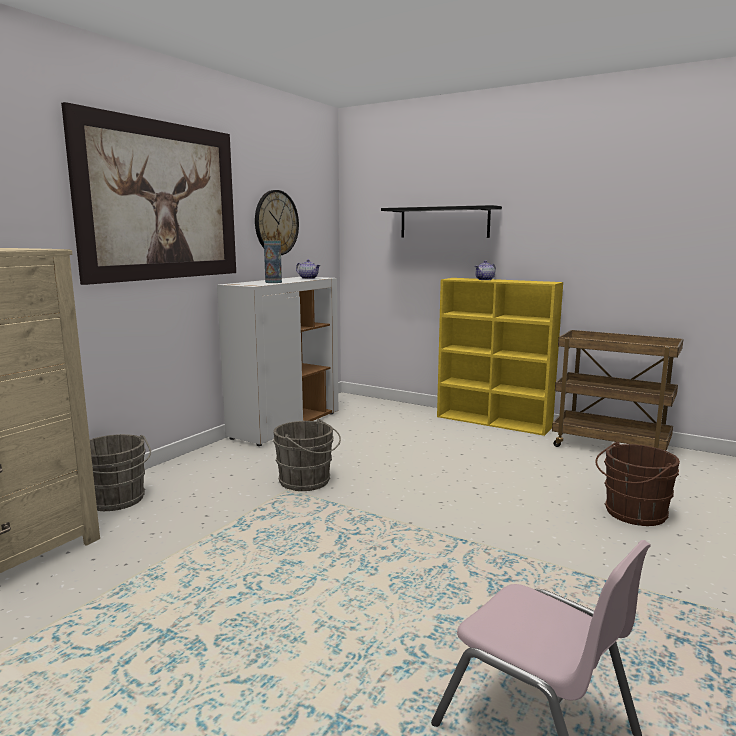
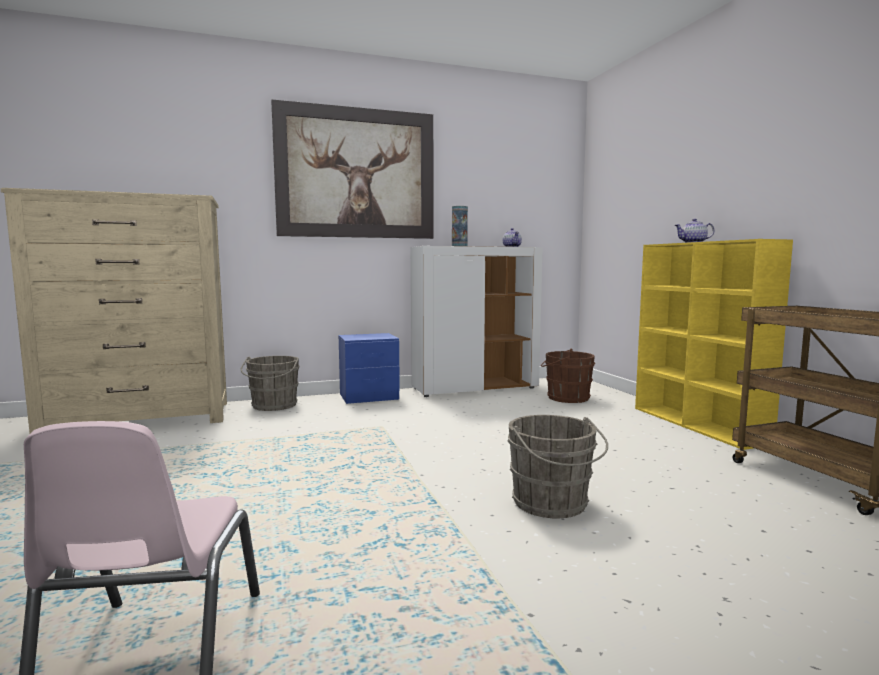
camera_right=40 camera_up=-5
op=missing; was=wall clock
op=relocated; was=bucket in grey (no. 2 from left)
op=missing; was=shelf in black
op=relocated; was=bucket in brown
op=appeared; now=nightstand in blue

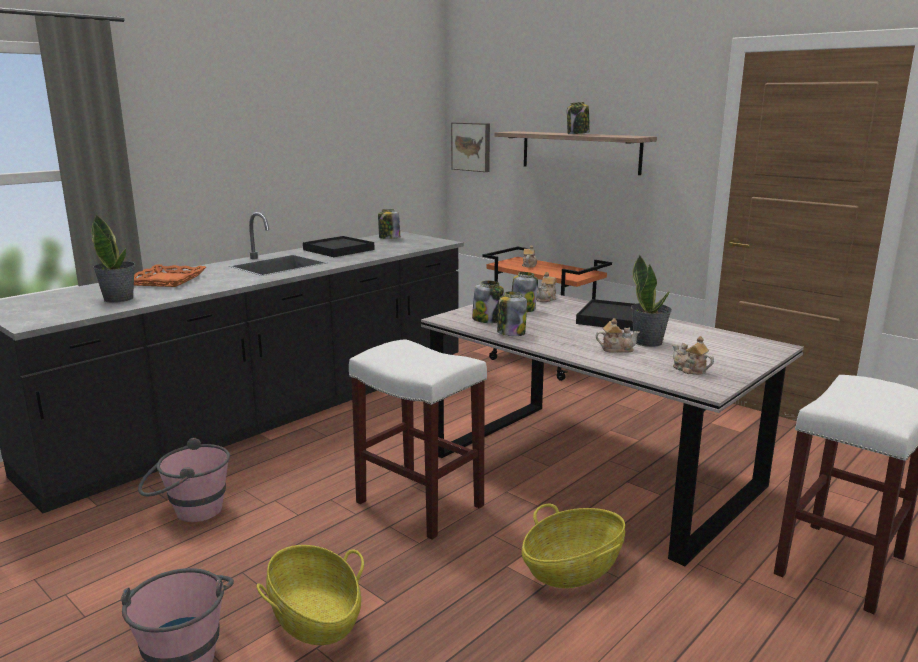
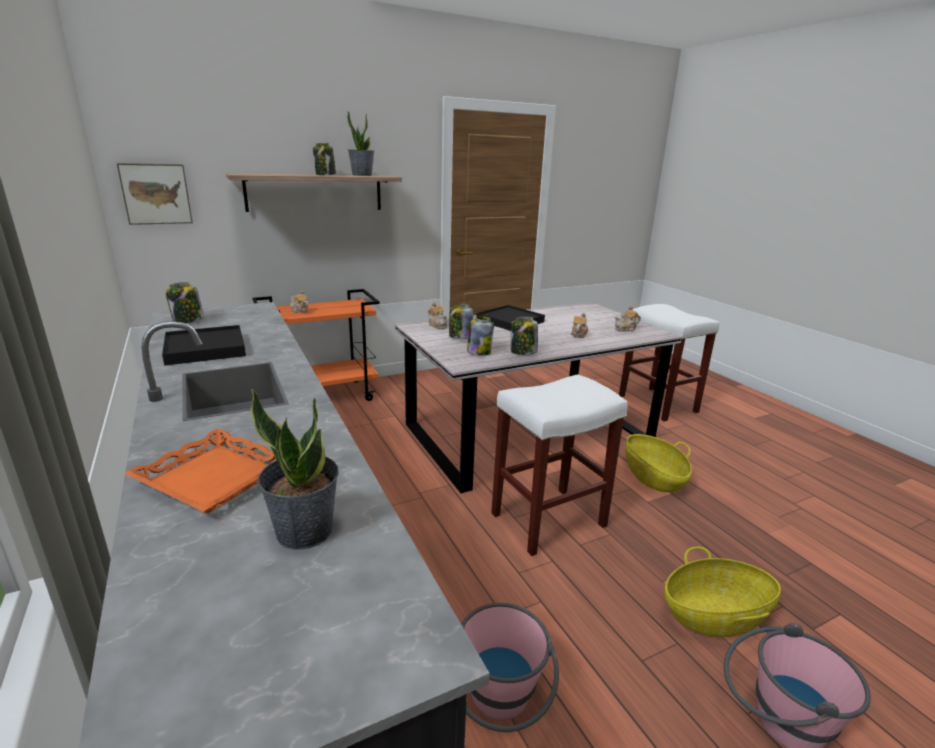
camera_right=-70 camera_up=5
op=relocated; was=potted plant (no. 2 from left)

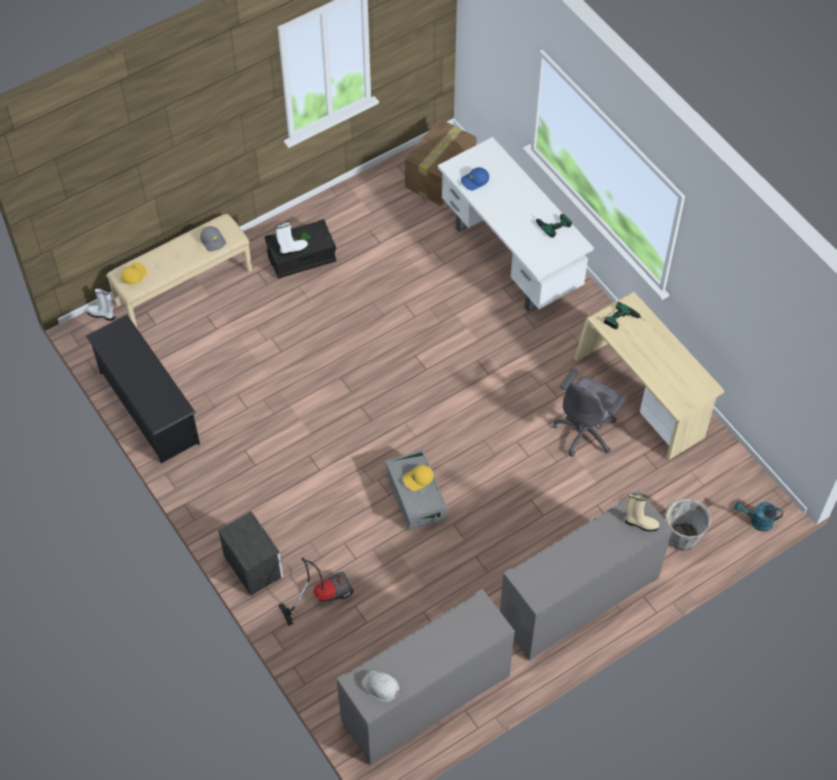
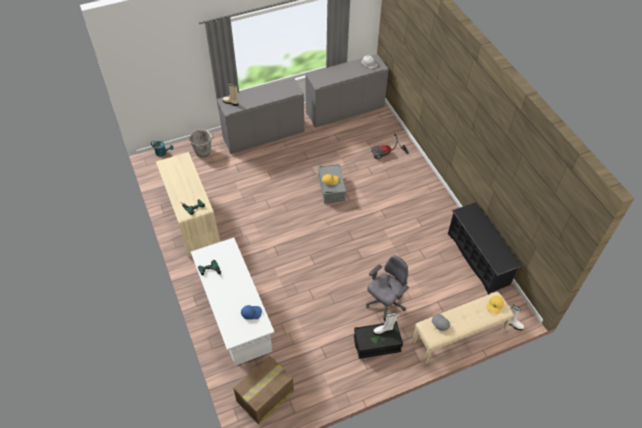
camera_right=-170 camera_up=-5
op=missing; was=nightstand
op=relocated; was=office chair in grey

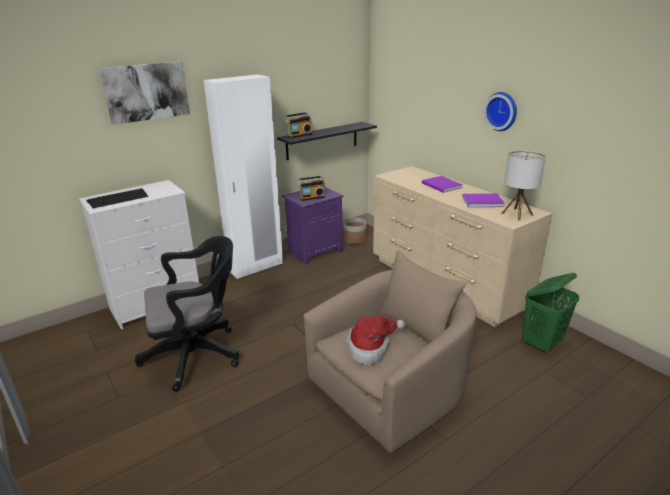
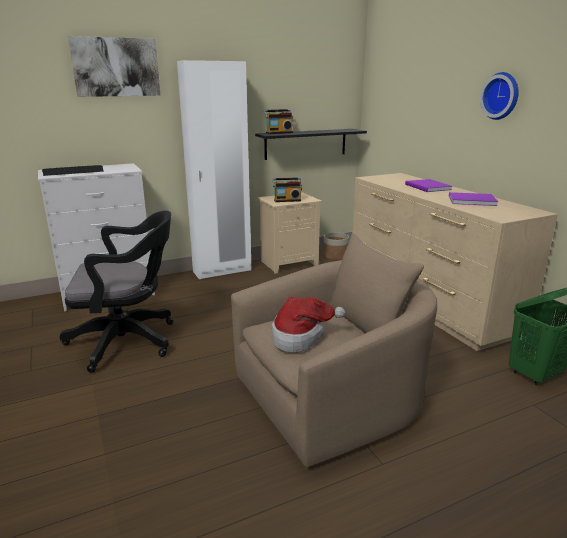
camera_right=10 camera_up=-5
op=colour; was=nightstand in purple; now=nightstand in beige
op=missing; was=table lamp

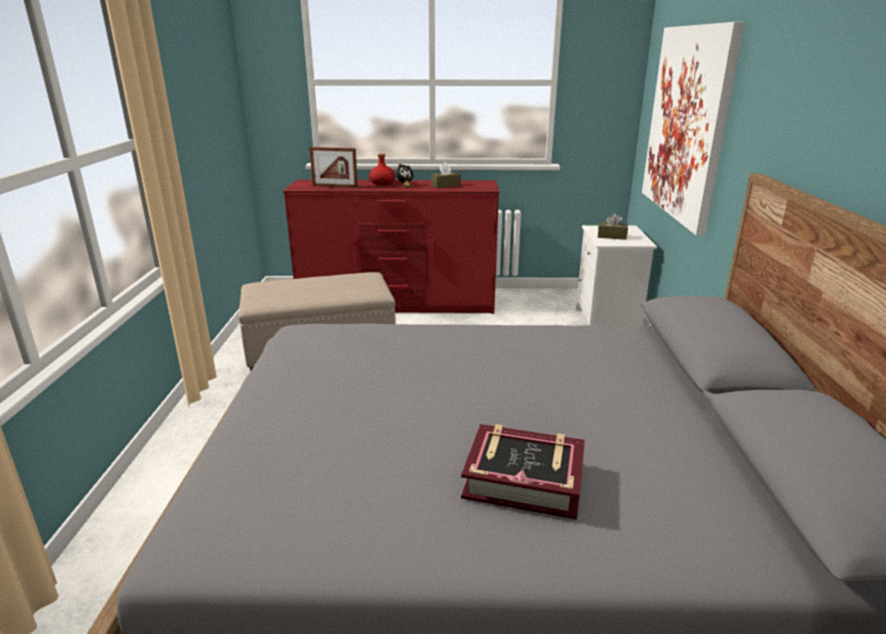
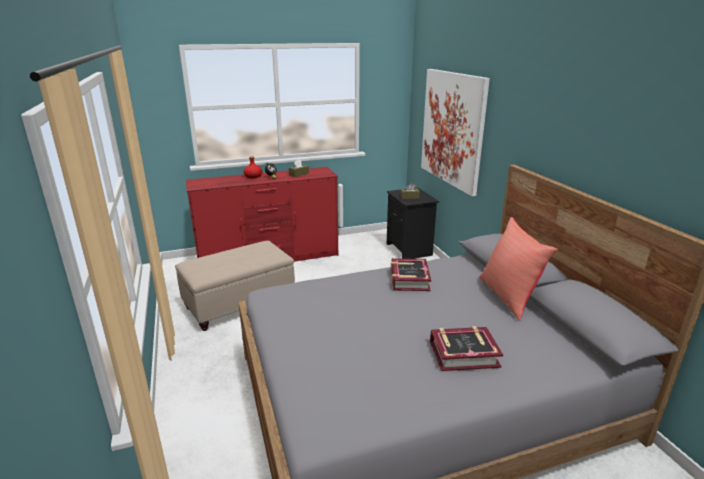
camera_right=-20 camera_up=0
op=missing; was=picture frame
op=colour; was=nightstand in white; now=nightstand in black
op=appeared; now=book (no. 1 from left)
op=appeared; now=pillow in red

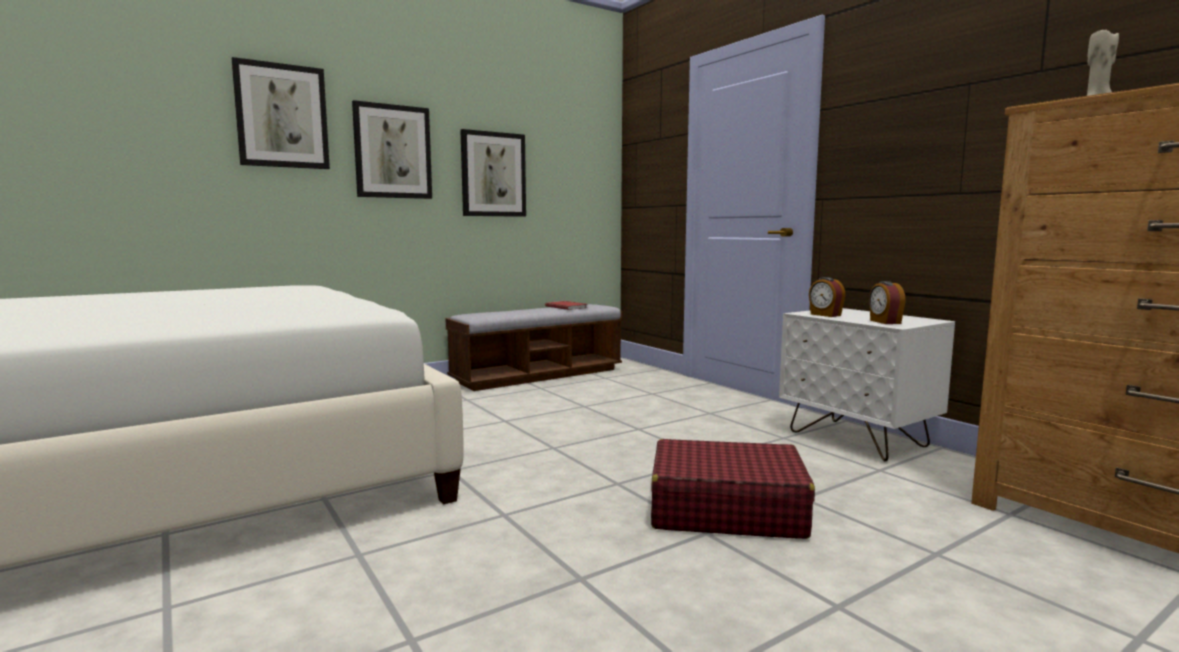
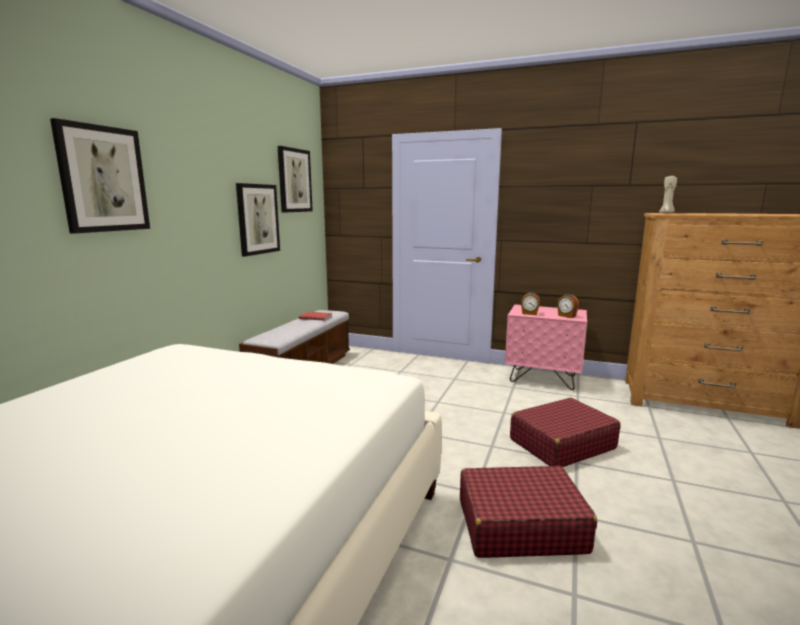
camera_right=-35 camera_up=5
op=relocated; was=picture (no. 2 from left in the first image); now=picture (no. 3 from left)
op=colour; was=nightstand in white; now=nightstand in pink
op=appeared; now=suitcase in red (no. 1 from left)

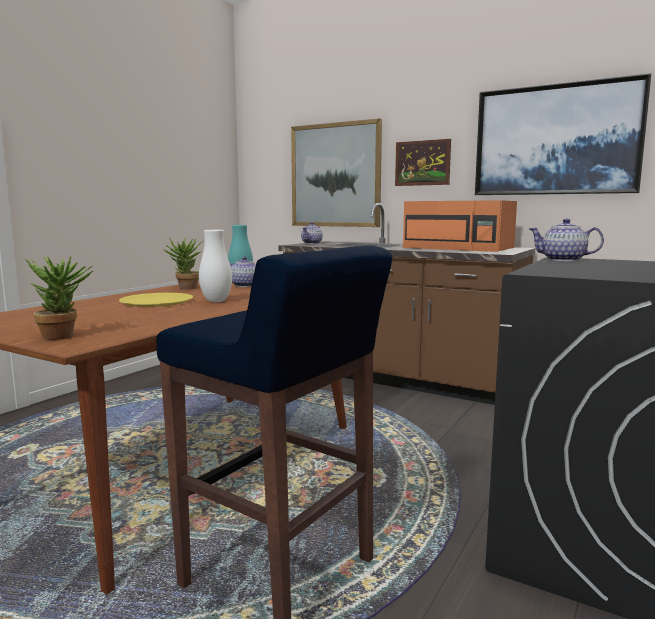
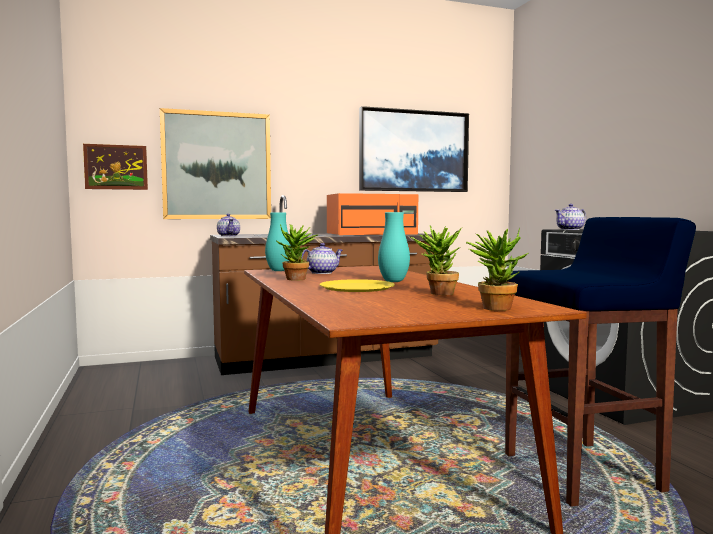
camera_right=-50 camera_up=-5
op=colour; was=vase in white; now=vase in turquoise (no. 2 from left)
op=relocated; was=picture (no. 2 from left in the first image); now=picture (no. 1 from left)
op=appeared; now=potted plant (no. 2 from left)

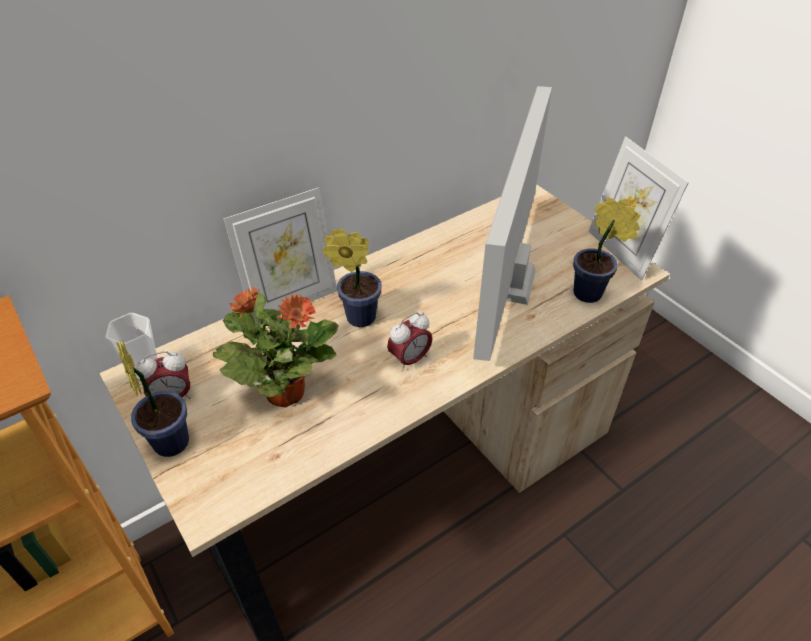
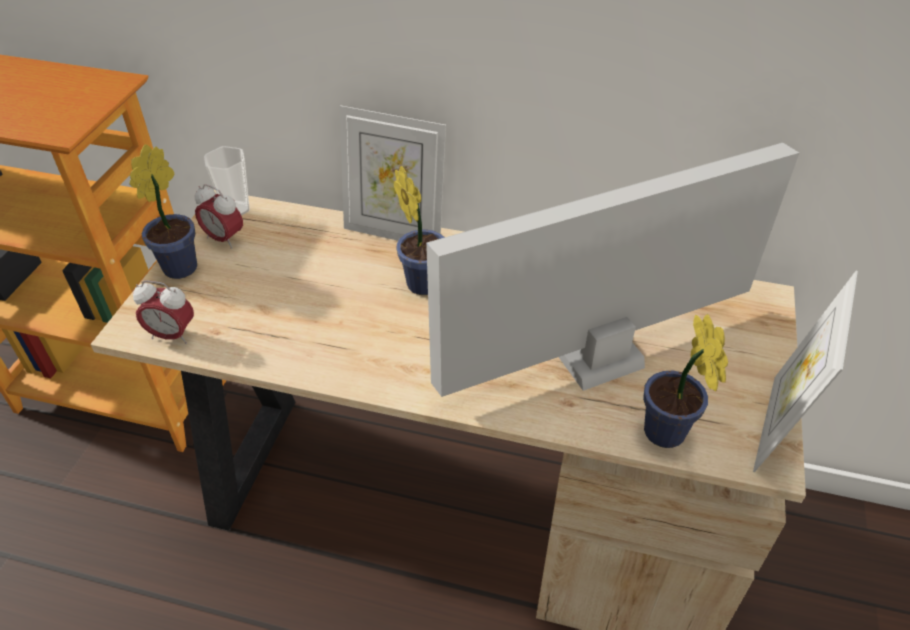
camera_right=50 camera_up=0
op=missing; was=potted plant (no. 2 from left)
op=relocated; was=alarm clock (no. 2 from left in the first image); now=alarm clock (no. 1 from left)

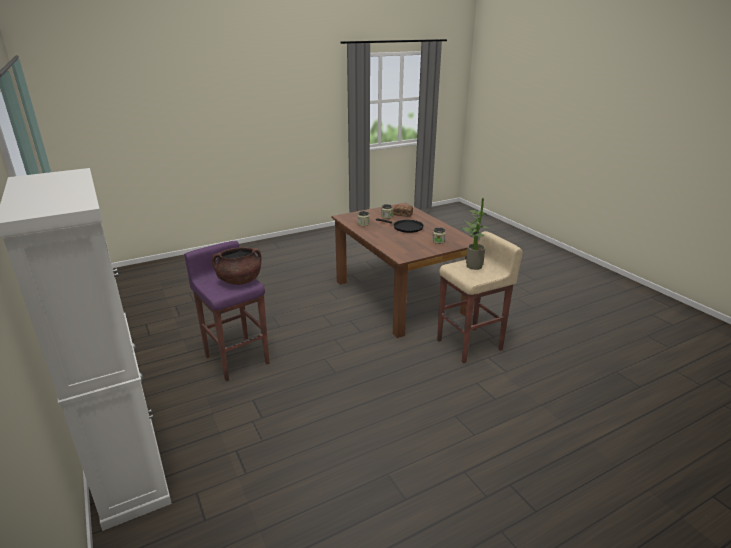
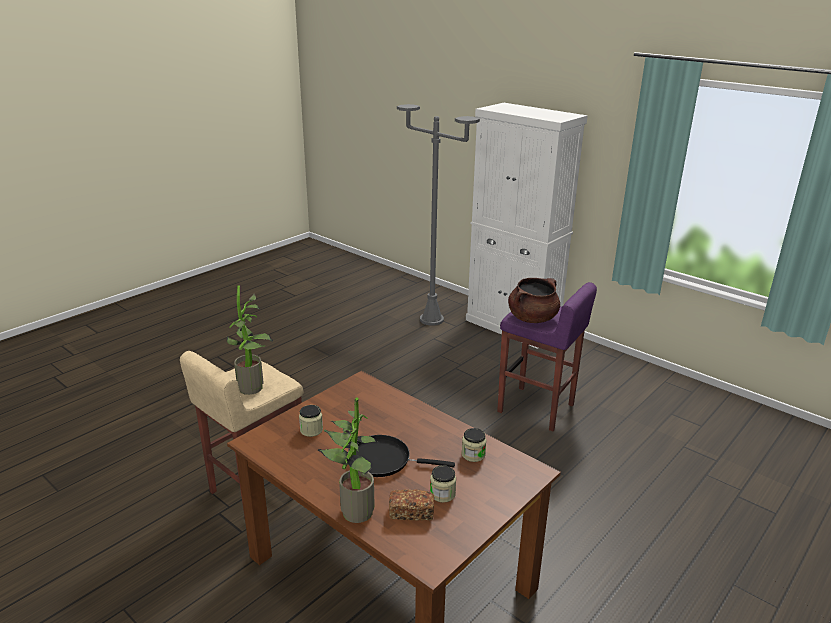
camera_right=160 camera_up=0
op=appeared; now=potted plant (no. 2 from left)
op=appeared; now=floor lamp in grey

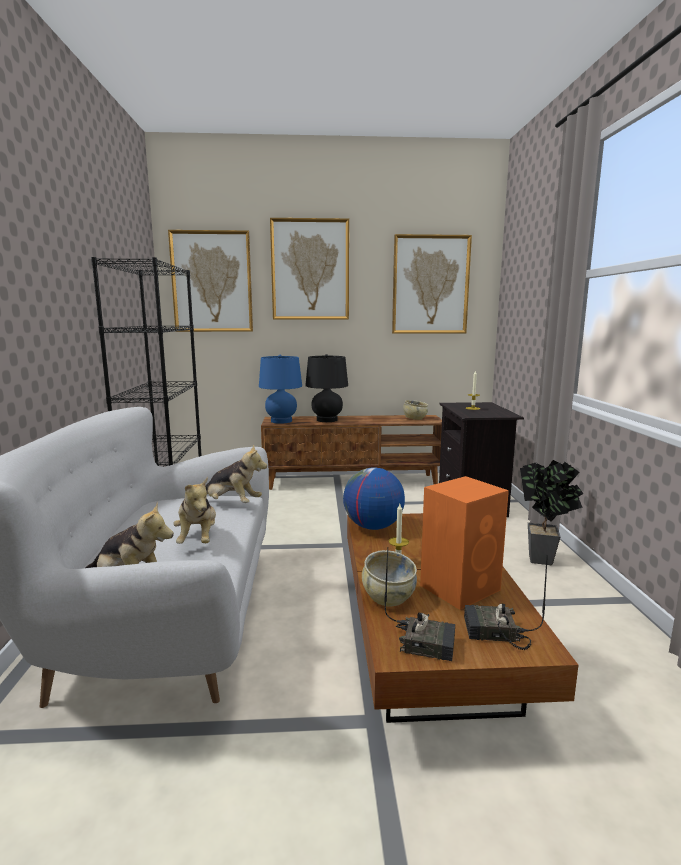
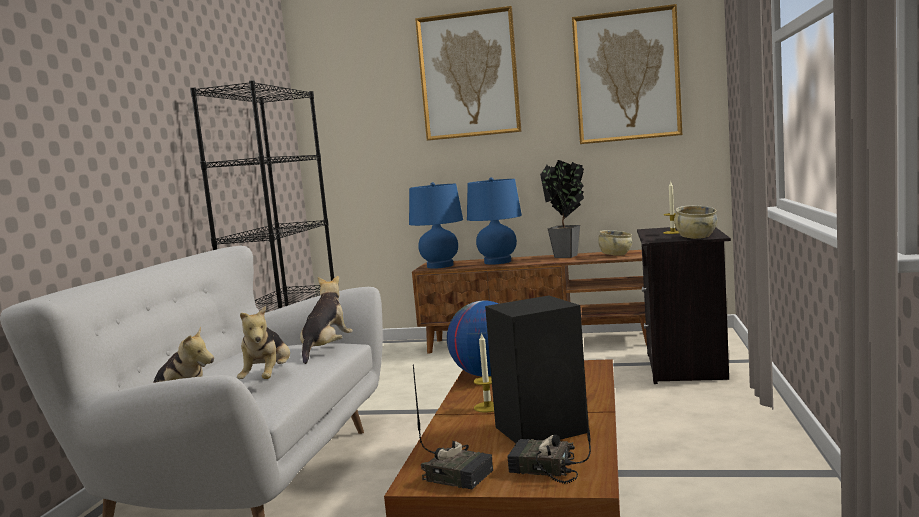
camera_right=15 camera_up=-5
op=missing; was=picture (no. 1 from left)
op=spun; was=plush toy (no. 3 from left); clockwise=-105
op=colour; was=table lamp in black; now=table lamp in blue (no. 2 from left)
op=relocated; was=bowl in beige (no. 1 from left in the first image); now=bowl in beige (no. 2 from left)
op=colour; was=speaker in orange; now=speaker in black
op=relocated; was=potted plant

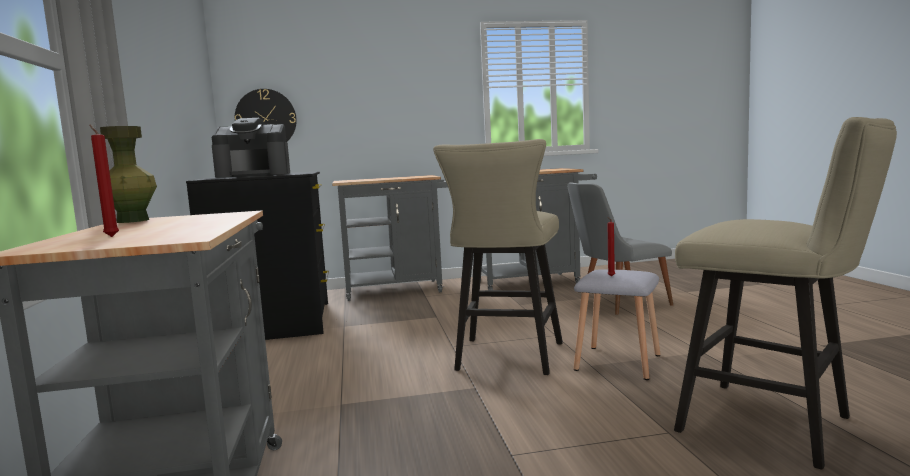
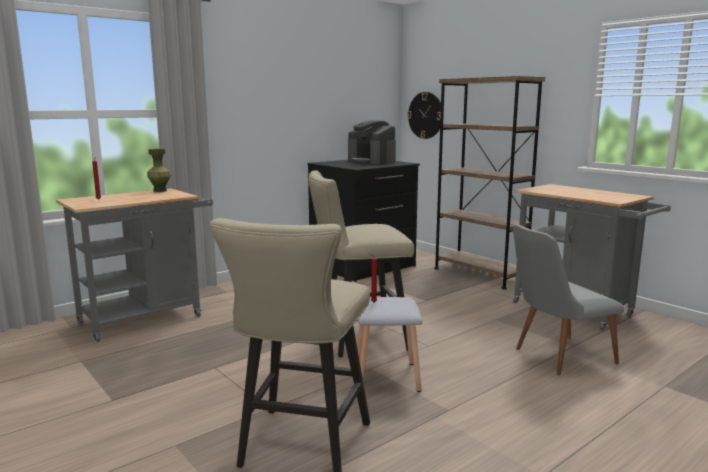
camera_right=60 camera_up=5
op=exchanged; was=cart in grey (no. 2 from left); now=bookcase in brown
op=spun; was=chair in grey; clockwise=-60

